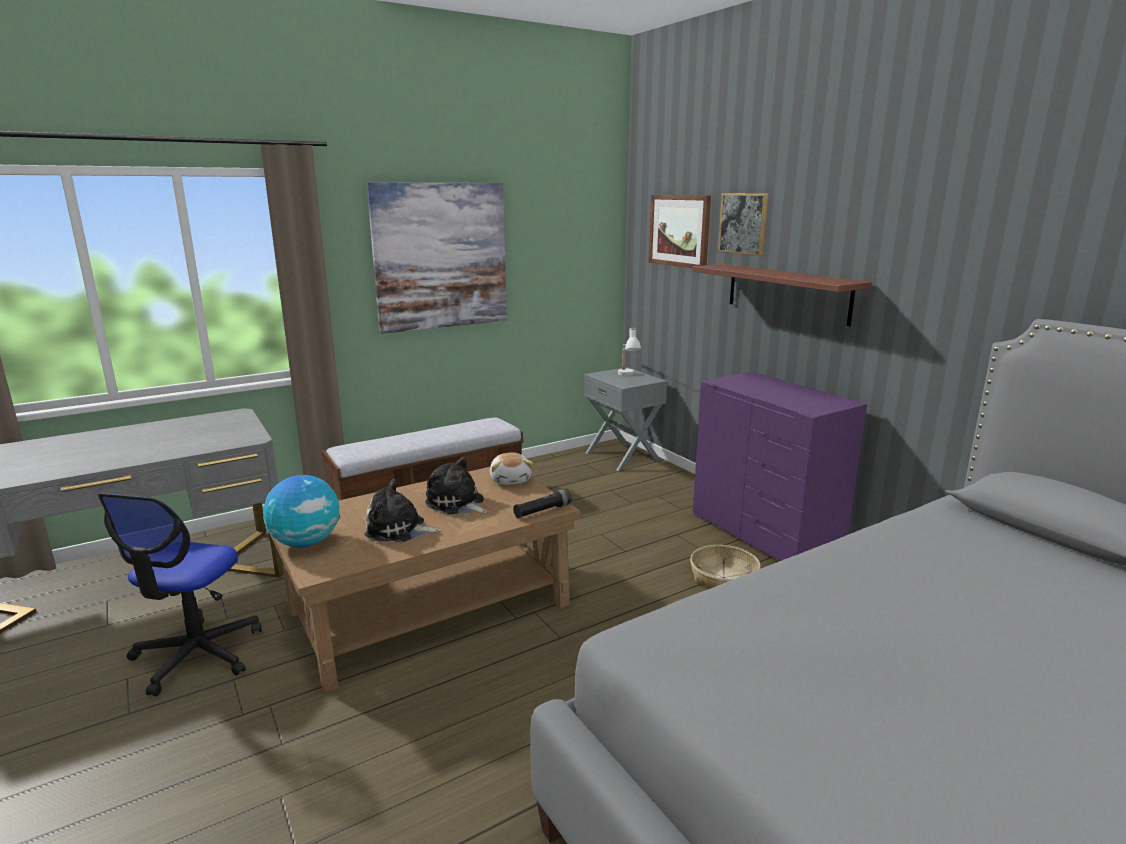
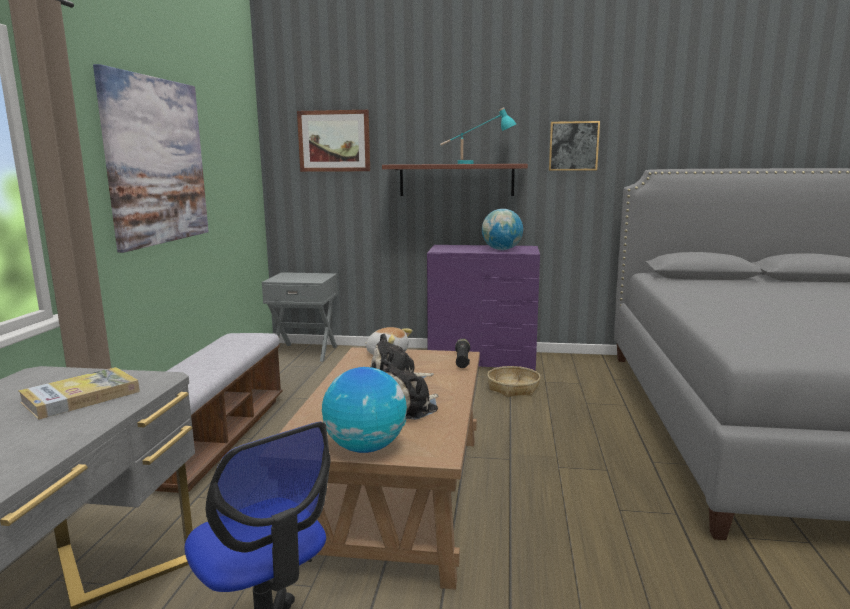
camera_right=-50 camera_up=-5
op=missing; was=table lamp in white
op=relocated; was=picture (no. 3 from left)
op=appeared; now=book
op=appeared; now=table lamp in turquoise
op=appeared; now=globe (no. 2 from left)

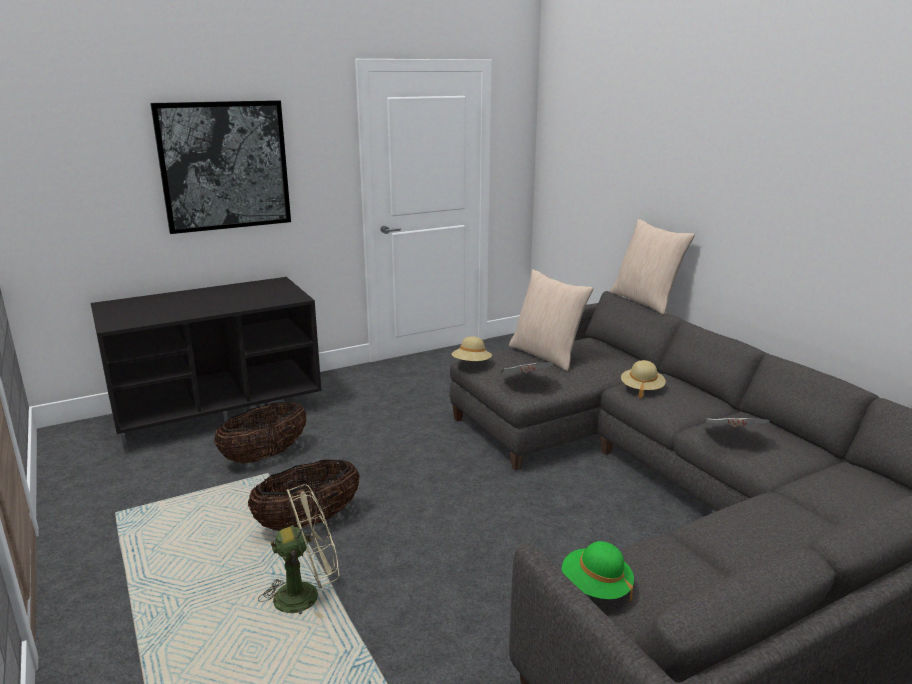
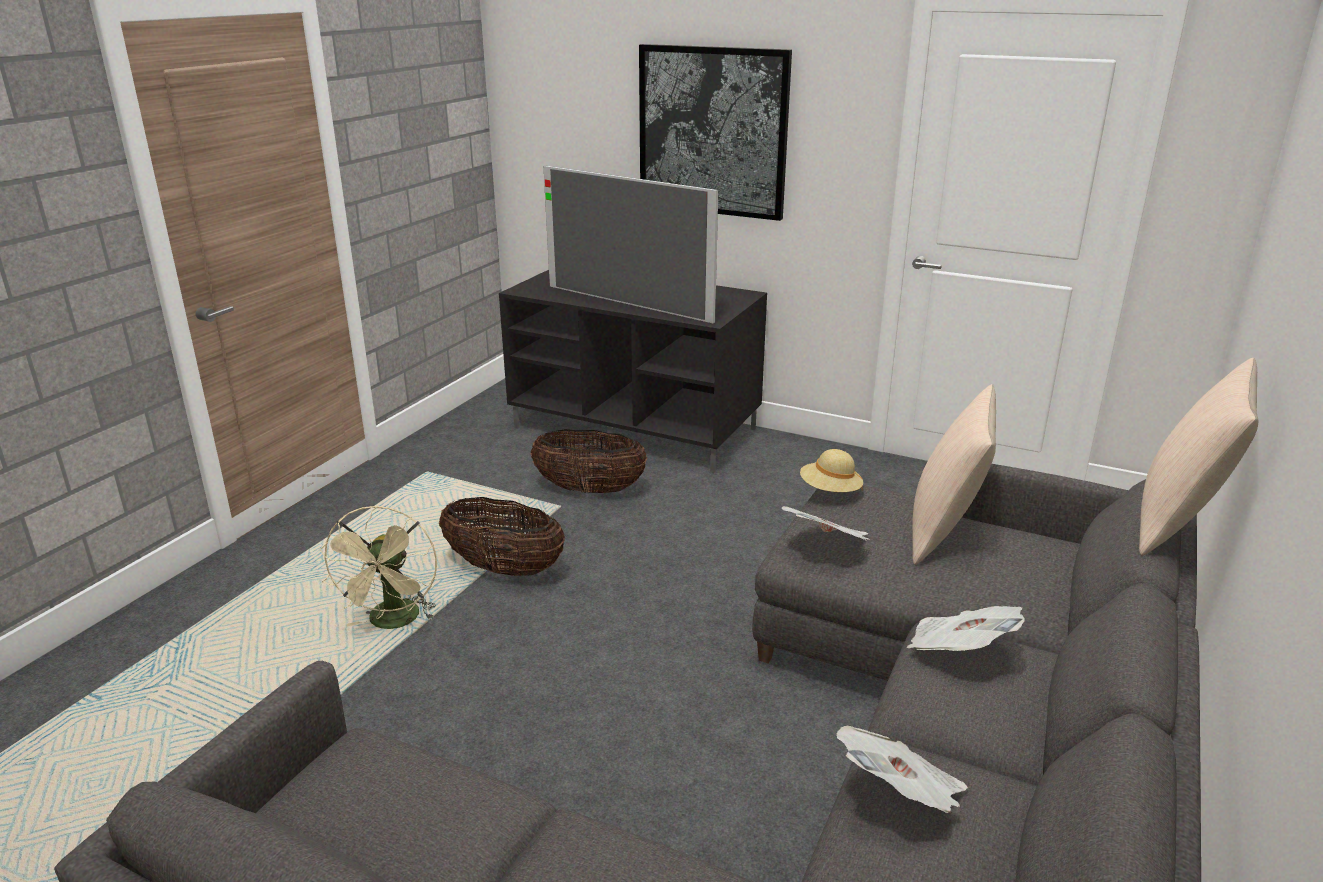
camera_right=55 camera_up=5
op=spun; was=fan in beige; clockwise=60
op=missing; was=hat in green
op=exchanged; was=hat in beige (no. 2 from left); now=newspaper (no. 3 from left)
op=appeared; now=television

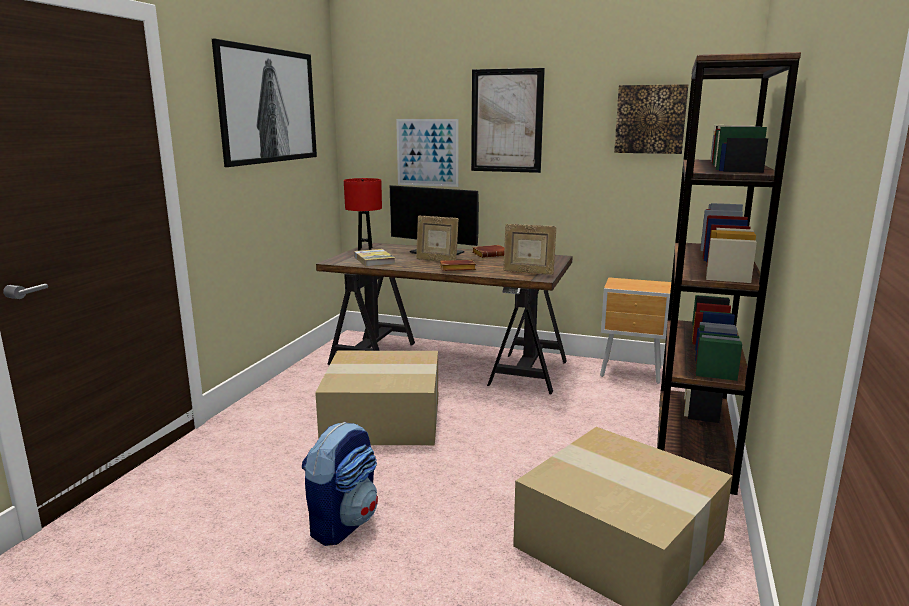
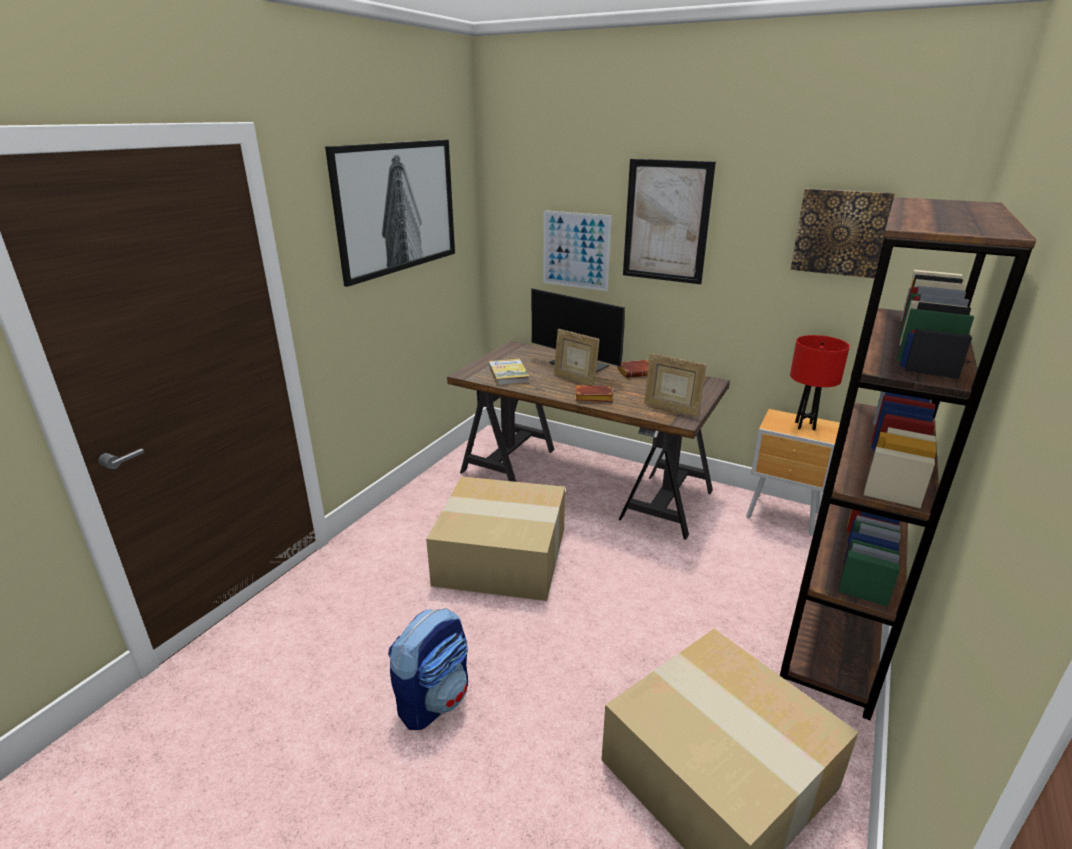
camera_right=10 camera_up=10
op=relocated; was=table lamp in red

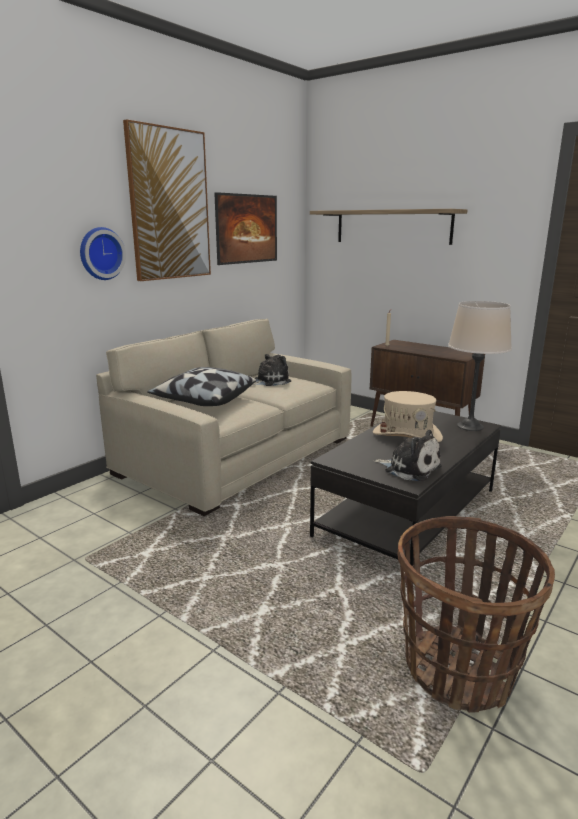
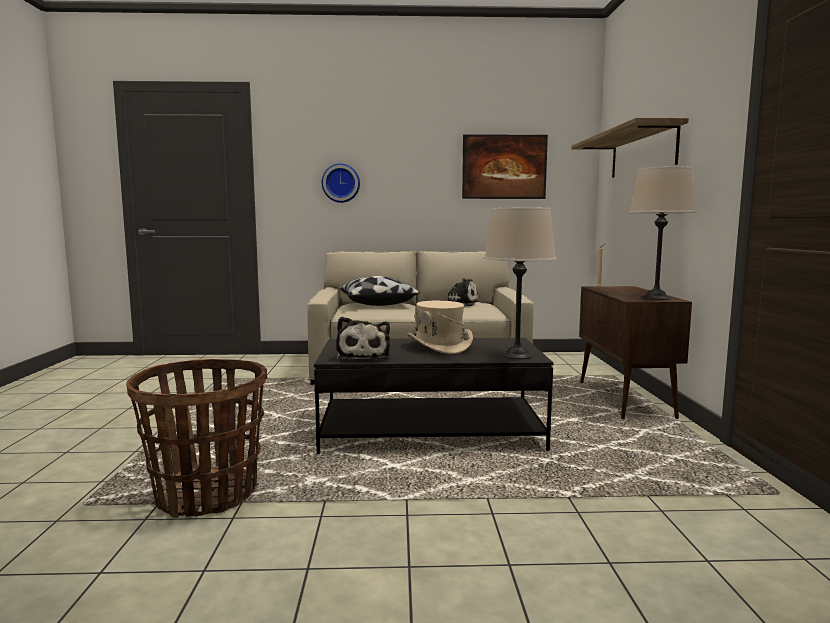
camera_right=50 camera_up=-10
op=missing; was=picture (no. 1 from left)
op=appeared; now=table lamp in beige (no. 2 from left)

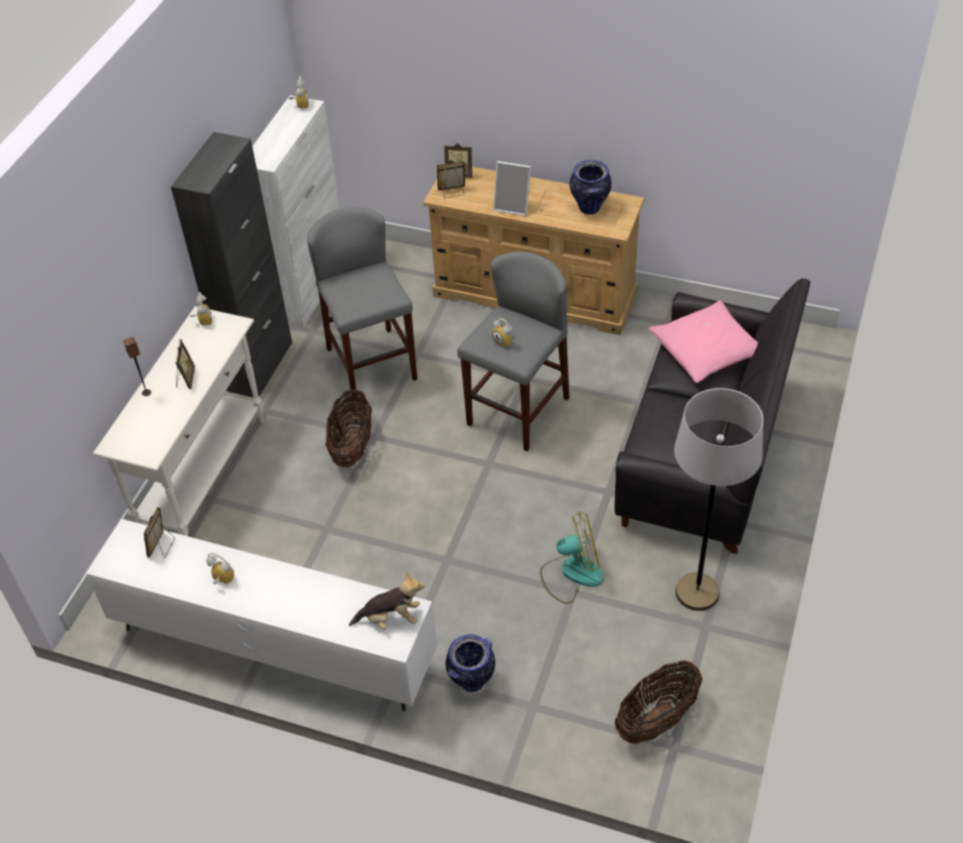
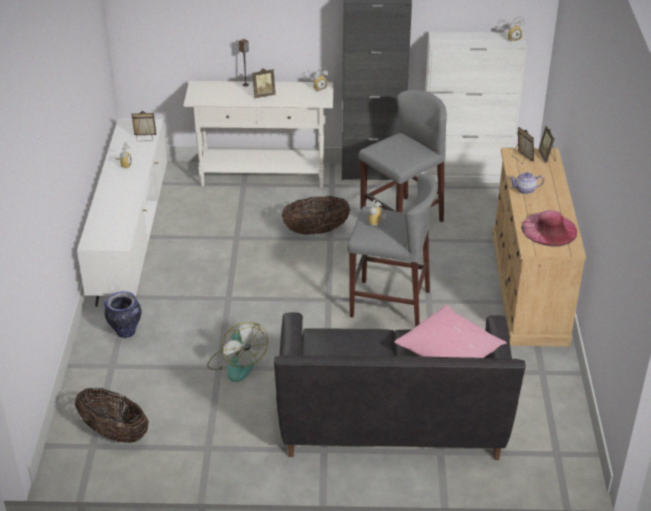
camera_right=70 camera_up=-10
op=missing; was=plush toy
op=exchanged; was=picture frame (no. 5 from left); now=teapot
op=exchanged; was=vase (no. 2 from left); now=hat in pink
op=missing; was=floor lamp in grey

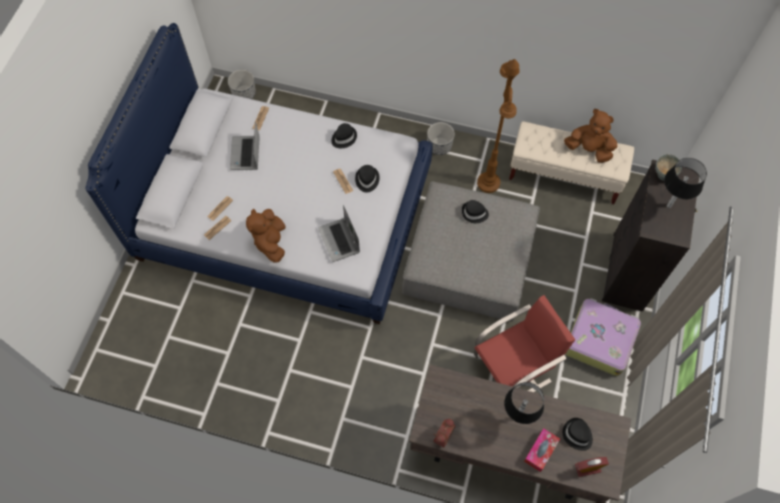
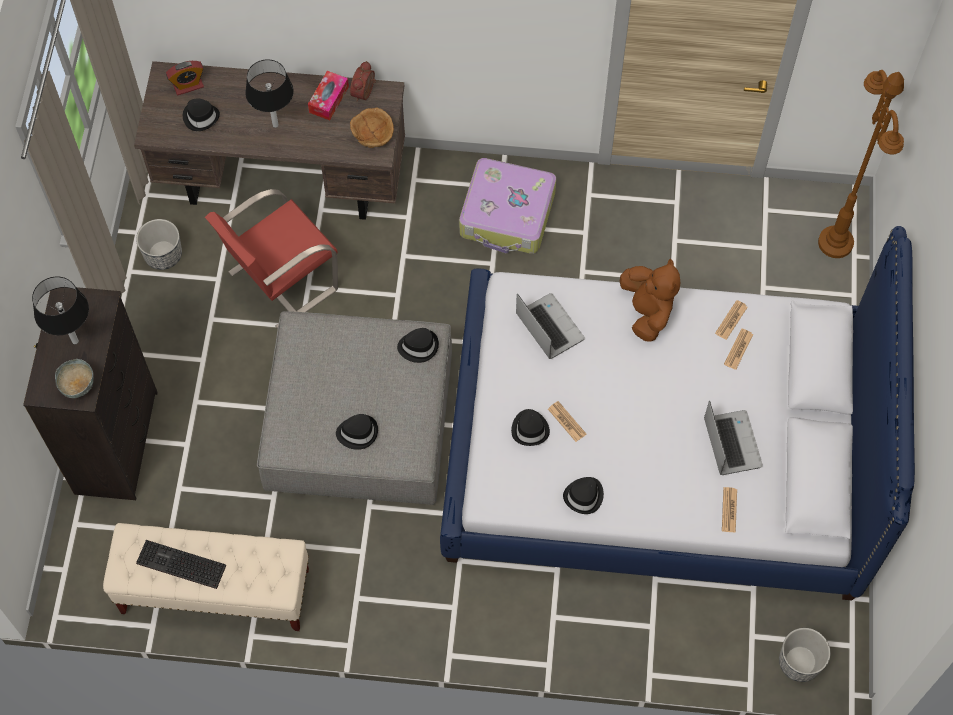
camera_right=170 camera_up=0
op=relocated; was=planter (no. 2 from left in the first image); now=planter (no. 1 from left)
op=relocated; was=floor lamp in brown
op=relocated; was=tissue box
op=exchanged; was=plush toy in brown (no. 2 from left); now=keyboard
op=relocated; was=suitcase
op=appeared; now=bowl in brown
op=appeared; now=hat in black (no. 3 from left)

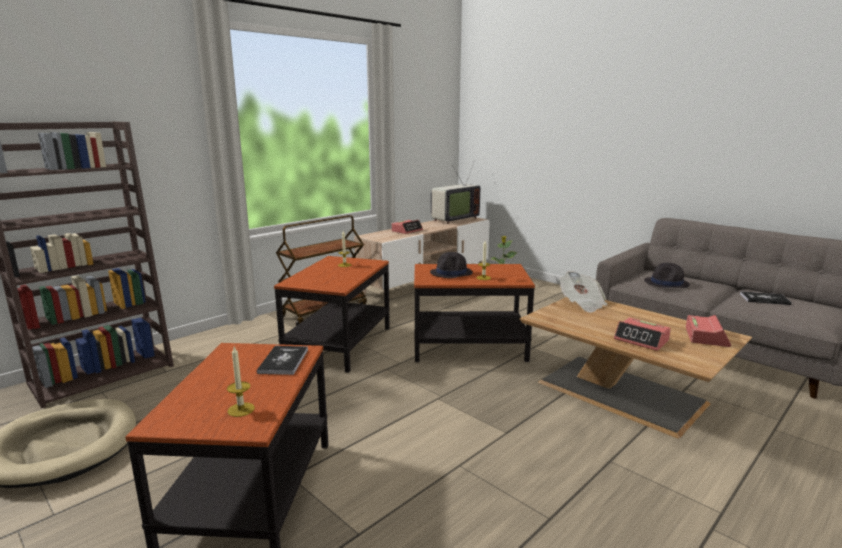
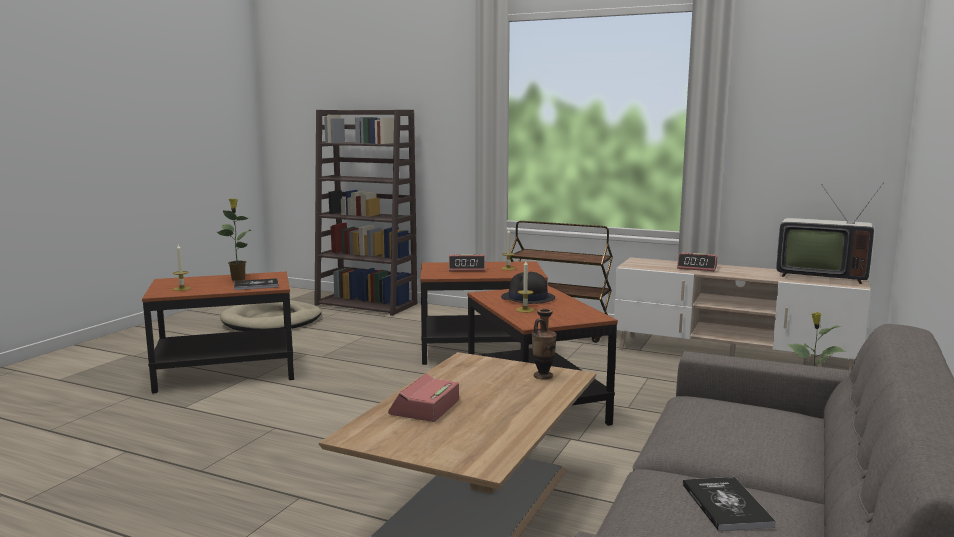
camera_right=70 camera_up=-5
op=exchanged; was=newspaper; now=vase
op=missing; was=hat in black (no. 2 from left)
op=relocated; was=alarm clock (no. 3 from left in the first image); now=alarm clock (no. 2 from left)
op=appeared; now=potted plant (no. 1 from left)

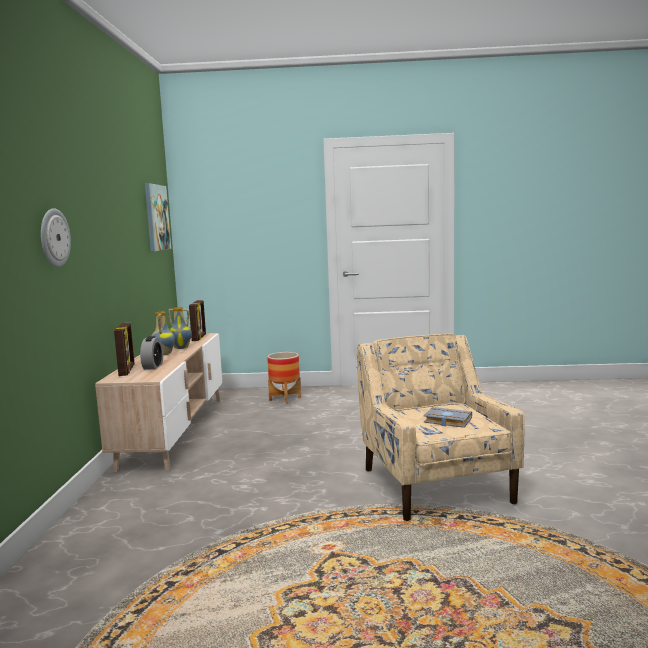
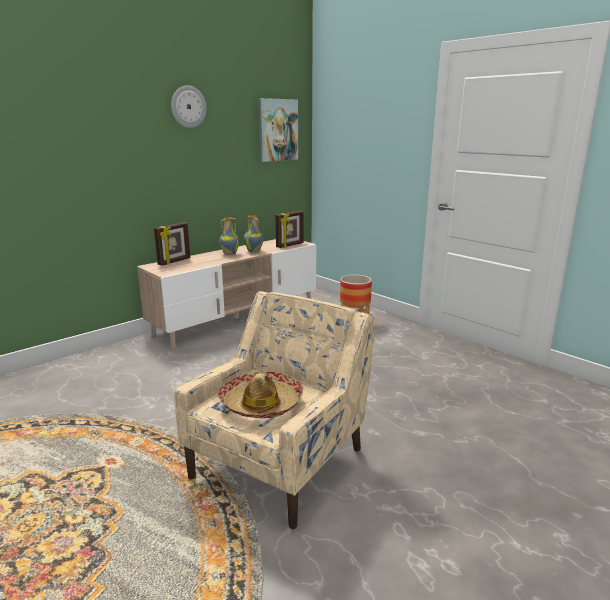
camera_right=45 camera_up=10
op=relocated; was=wall clock
op=missing; was=alarm clock
op=exchanged; was=book in grey; now=hat

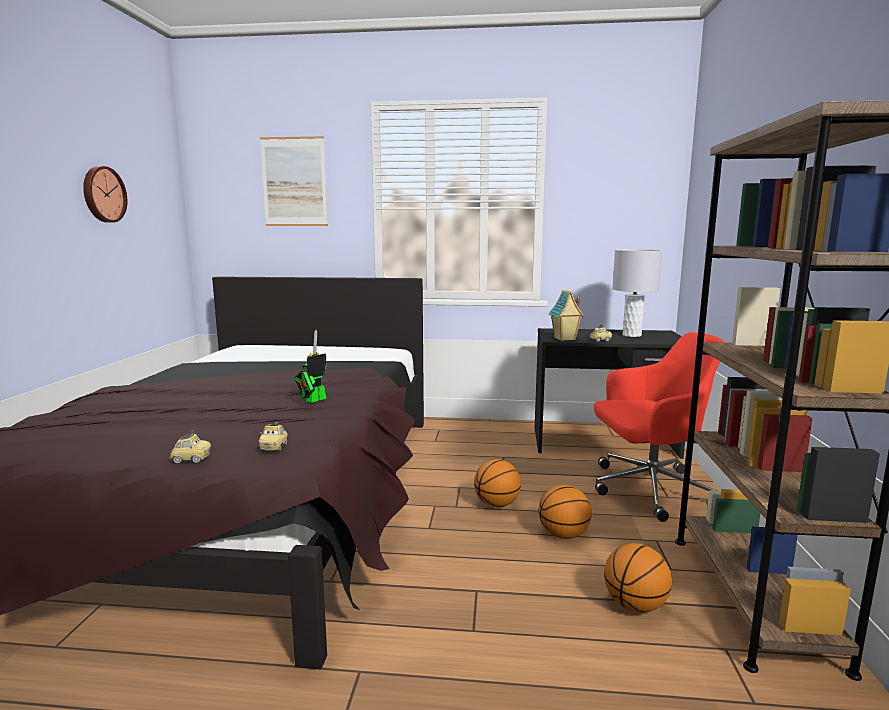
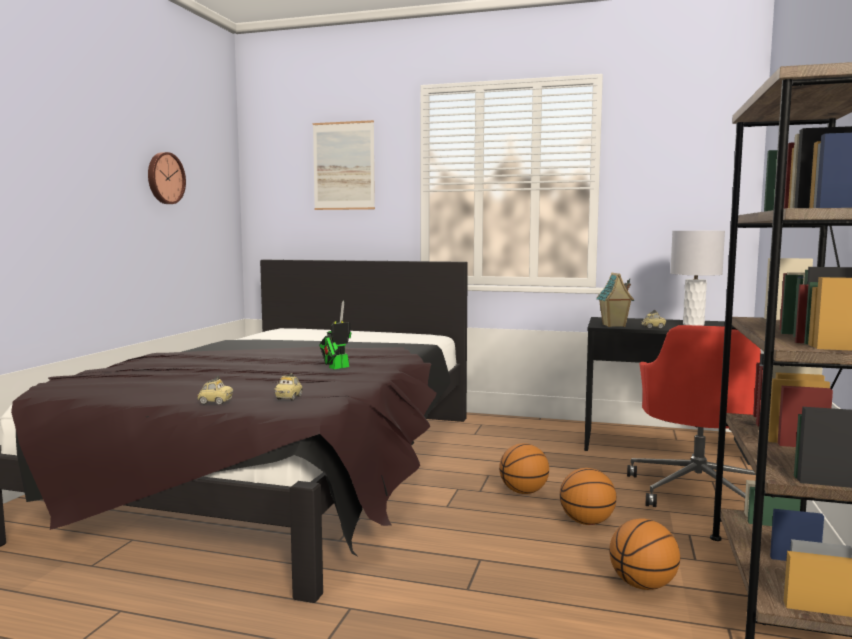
camera_right=10 camera_up=-5
op=spun; was=office chair in red; clockwise=105

